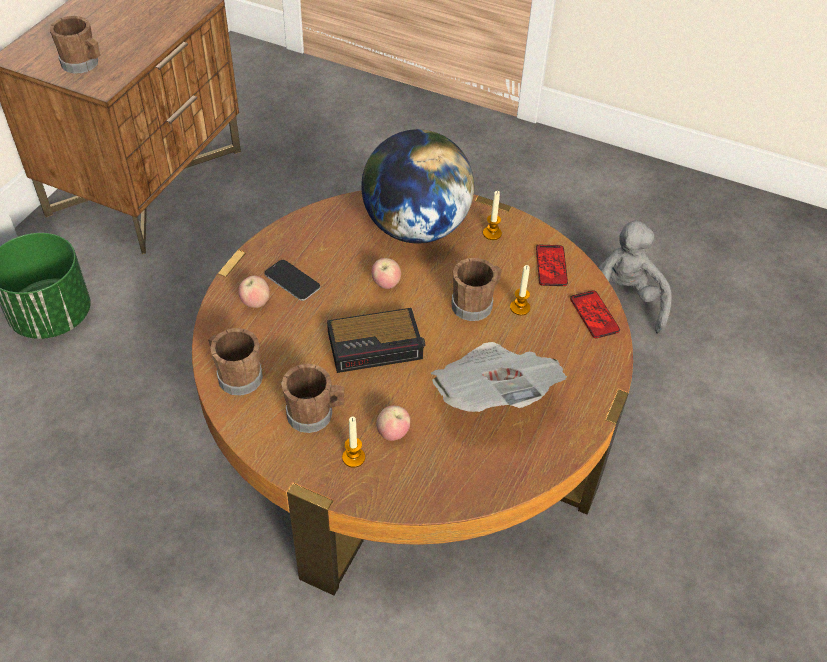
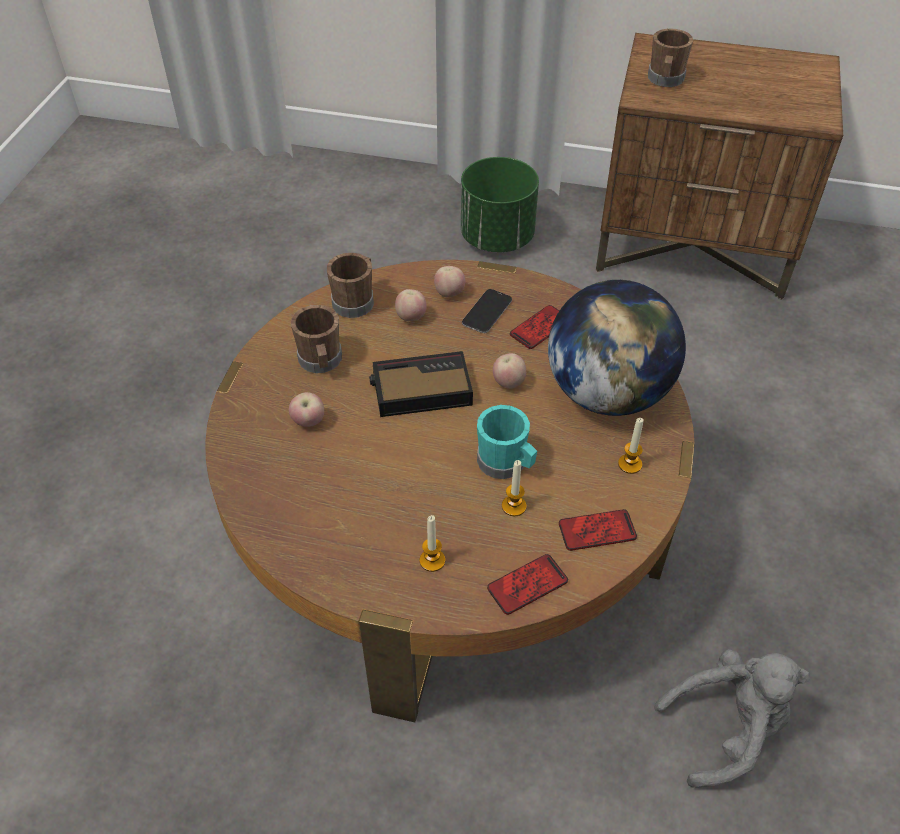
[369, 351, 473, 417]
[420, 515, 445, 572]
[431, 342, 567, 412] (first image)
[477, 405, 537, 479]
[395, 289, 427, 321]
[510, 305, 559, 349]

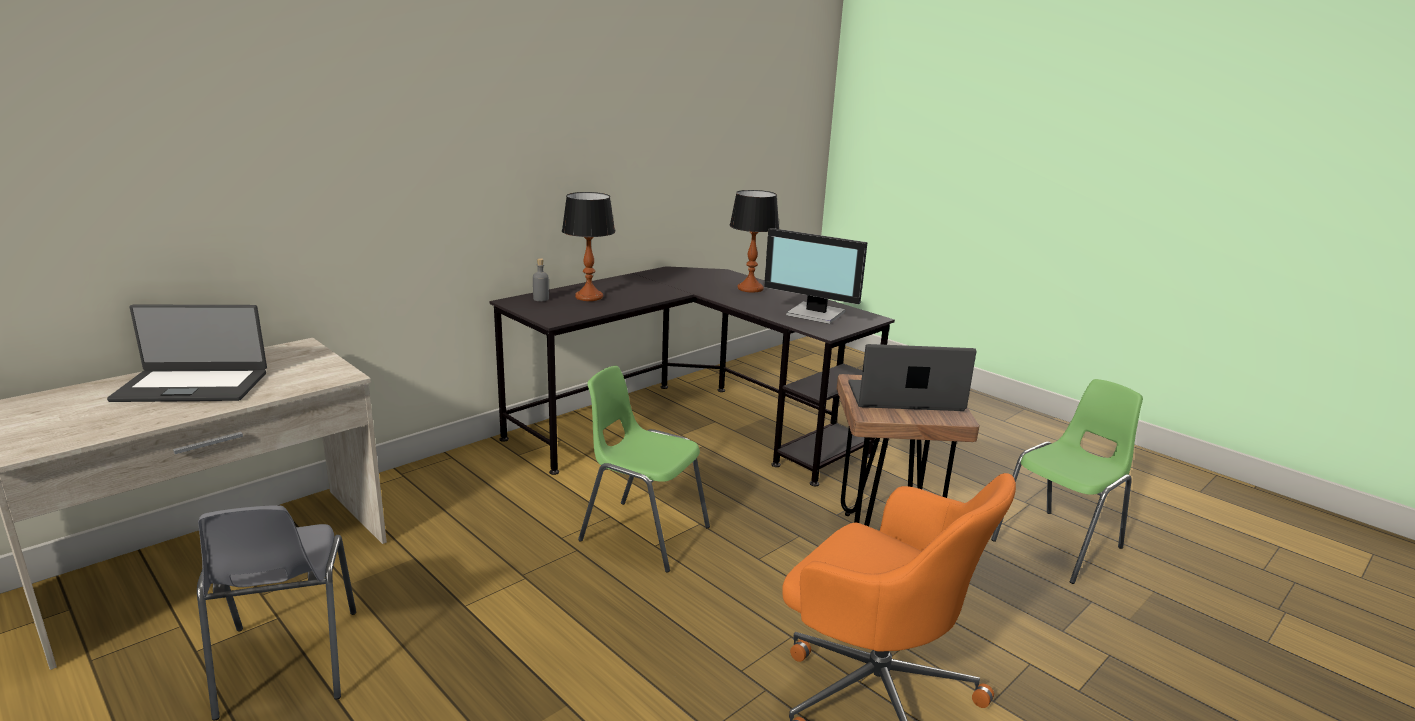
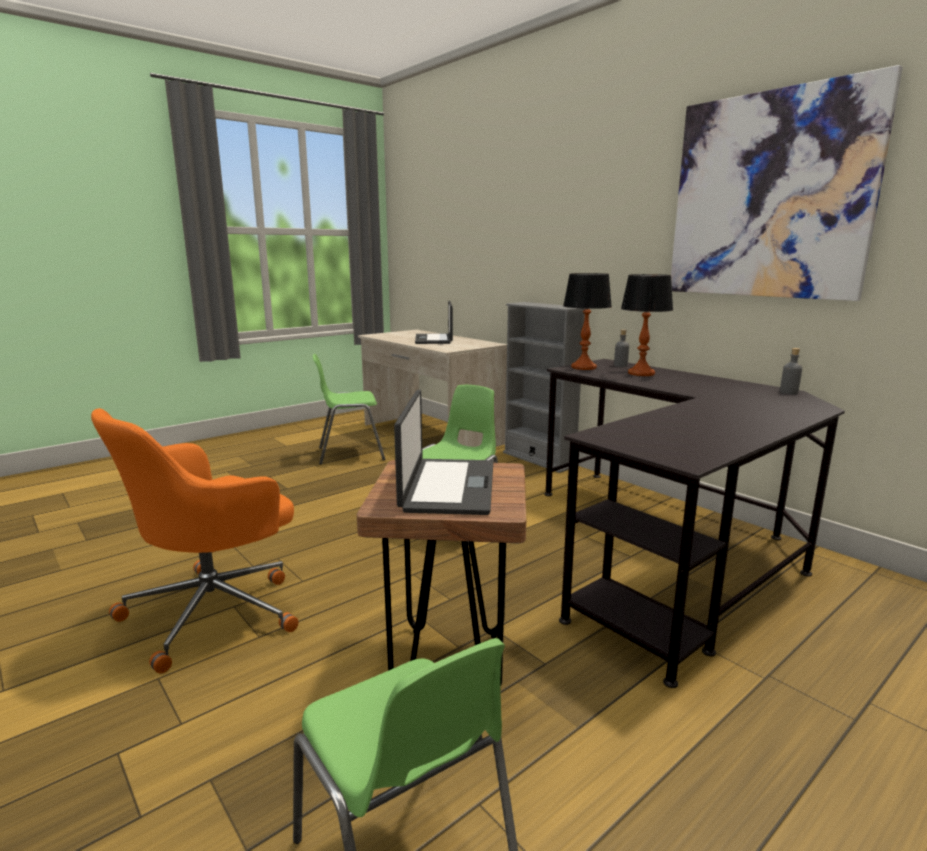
[313, 354, 385, 464]
[563, 273, 612, 370]
[764, 228, 868, 324] (first image)
[503, 302, 585, 473]
[671, 65, 903, 301]
[780, 348, 802, 394]

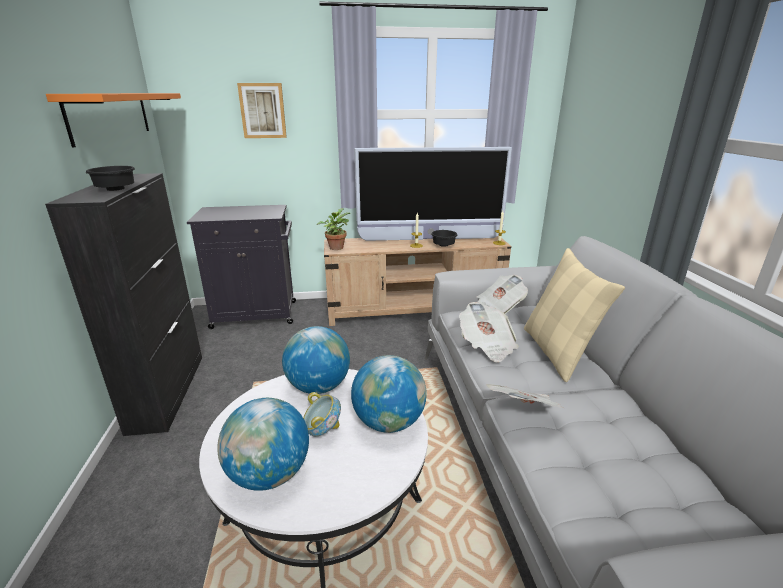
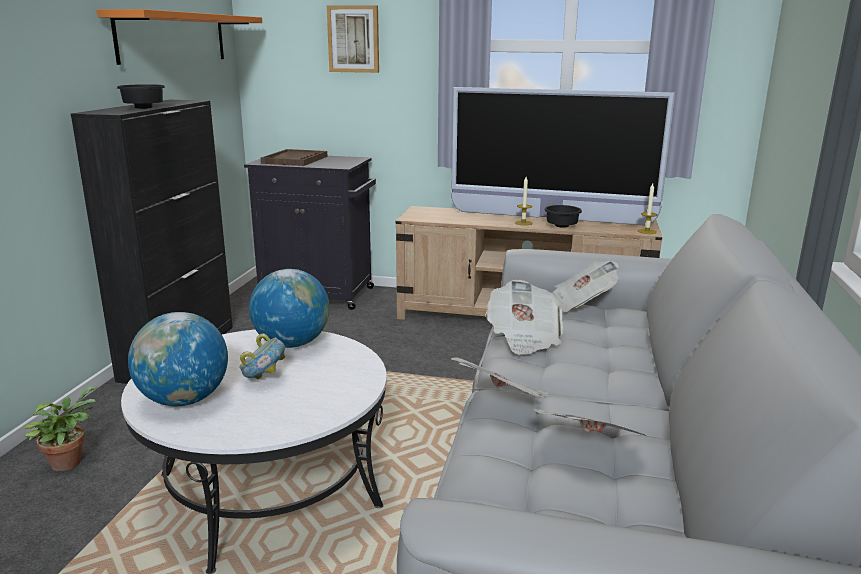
[24, 386, 98, 471]
[351, 355, 427, 433] (first image)
[524, 248, 625, 382] (first image)
[261, 149, 328, 166]
[533, 409, 647, 436]

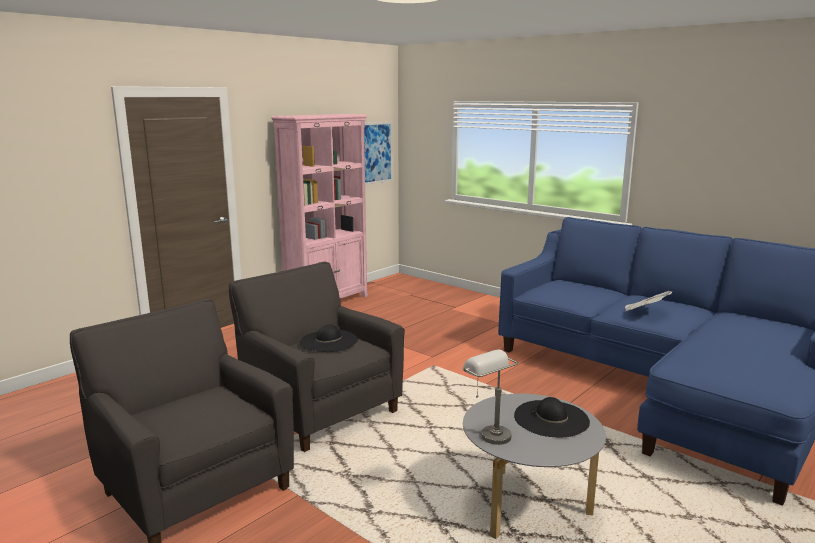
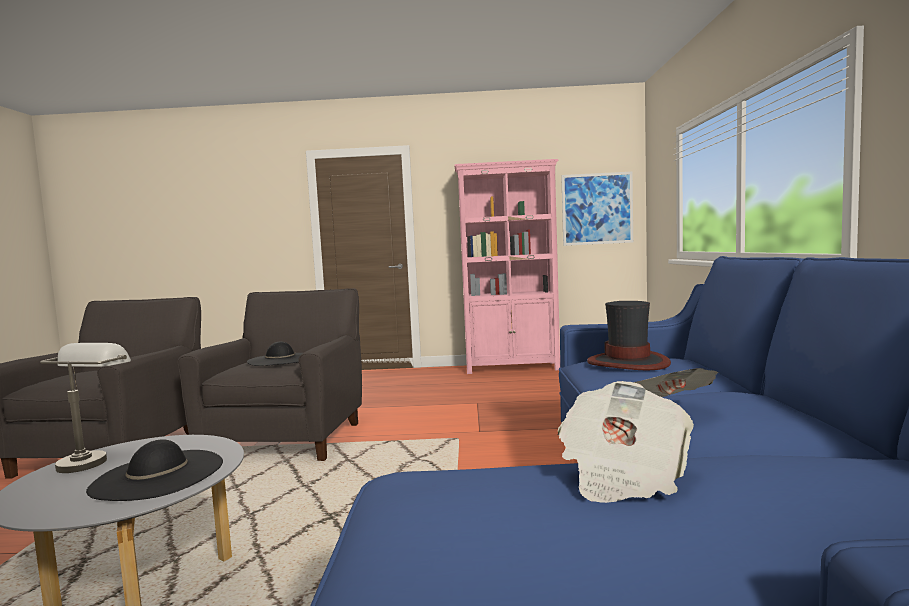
[557, 381, 694, 503]
[587, 301, 671, 370]

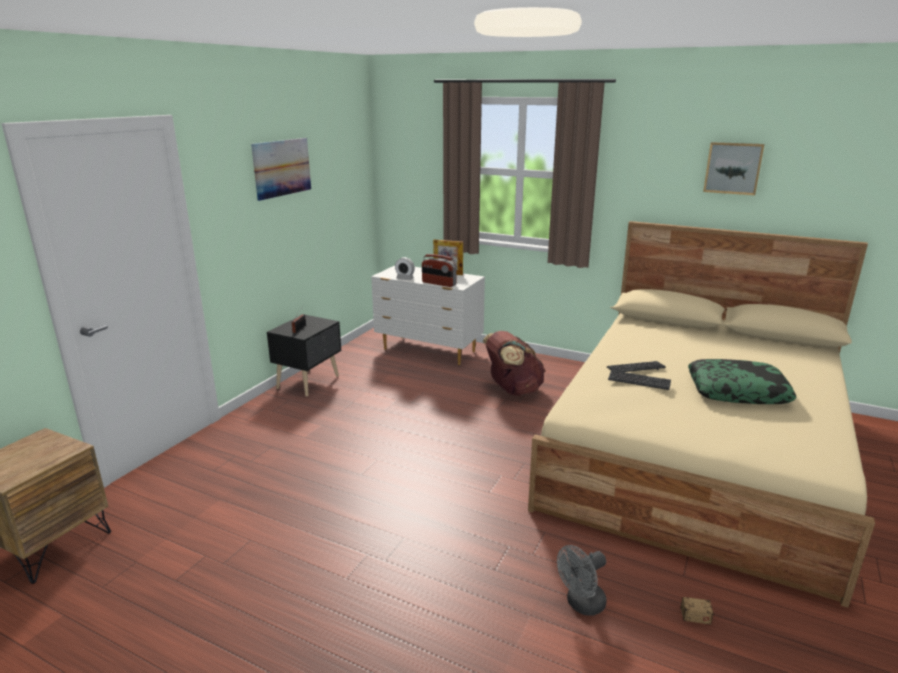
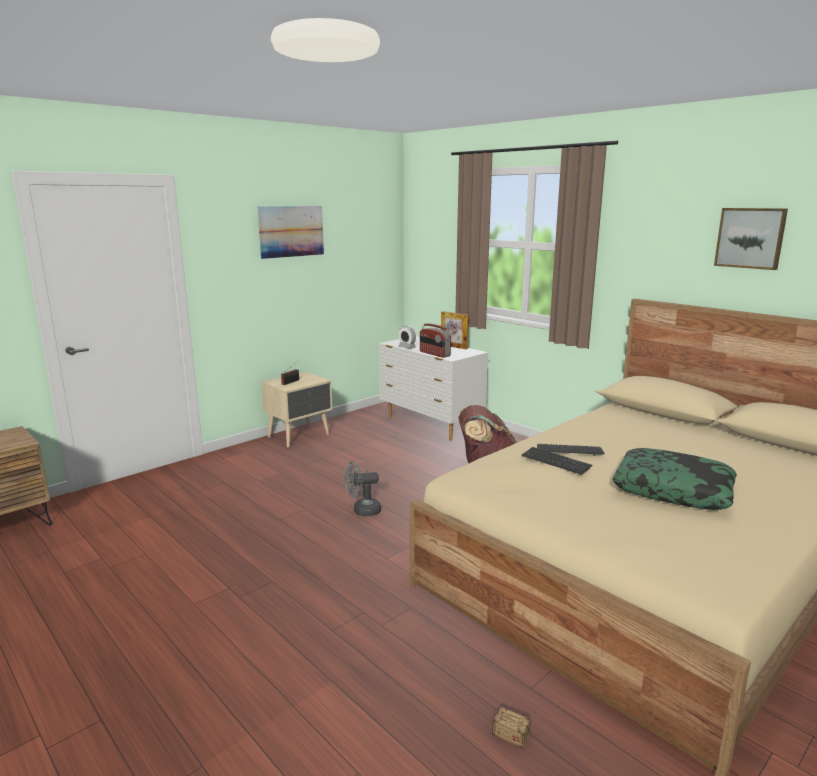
[261, 372, 332, 447]
[344, 461, 381, 516]

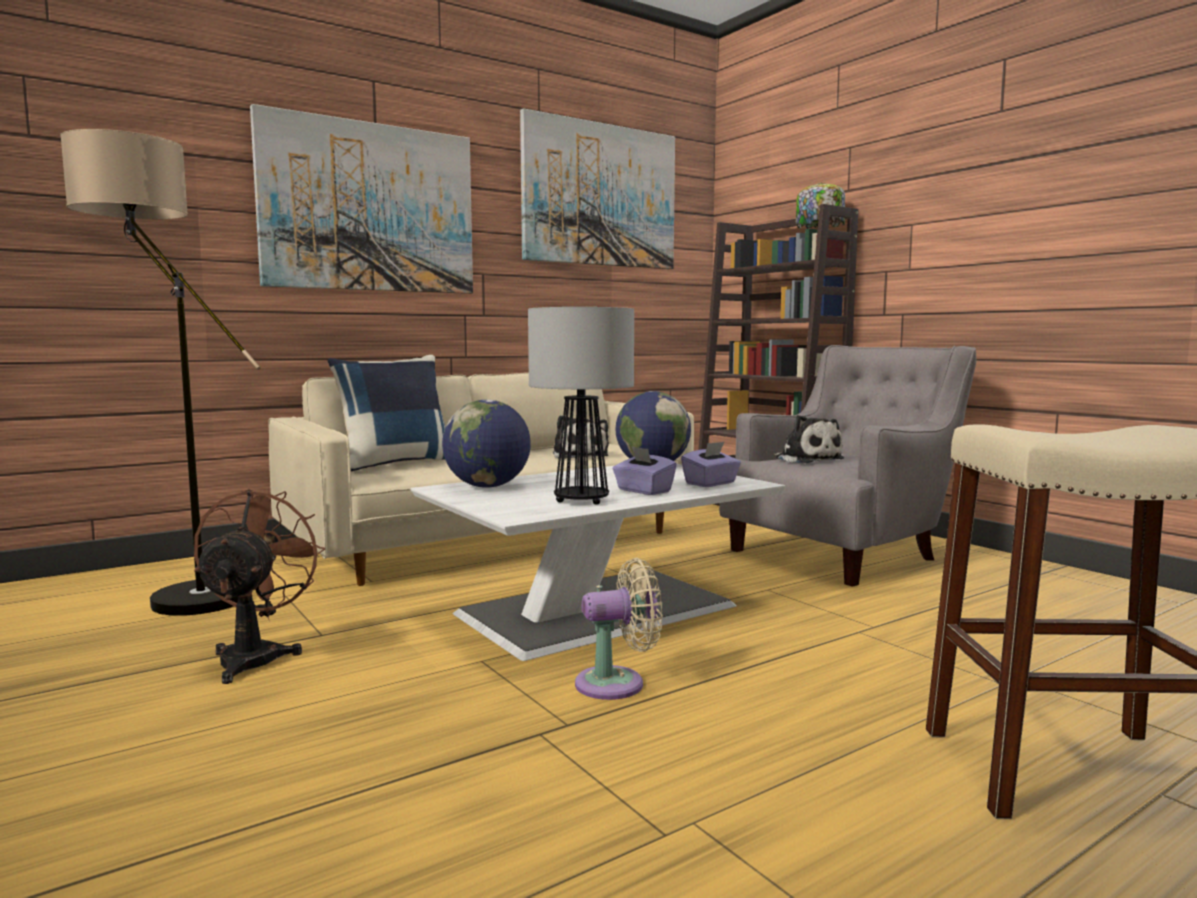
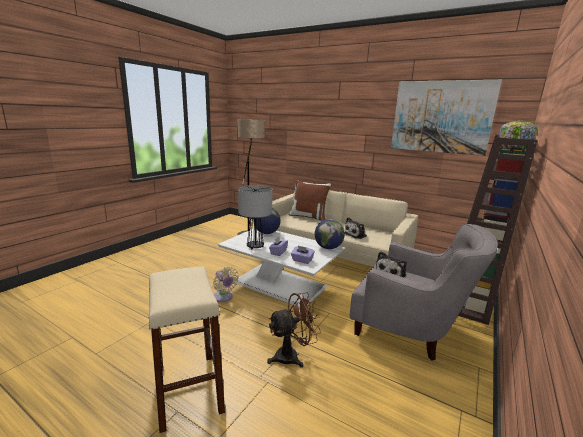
[267, 292, 321, 368]
[250, 104, 473, 294] (first image)
[289, 180, 331, 221]

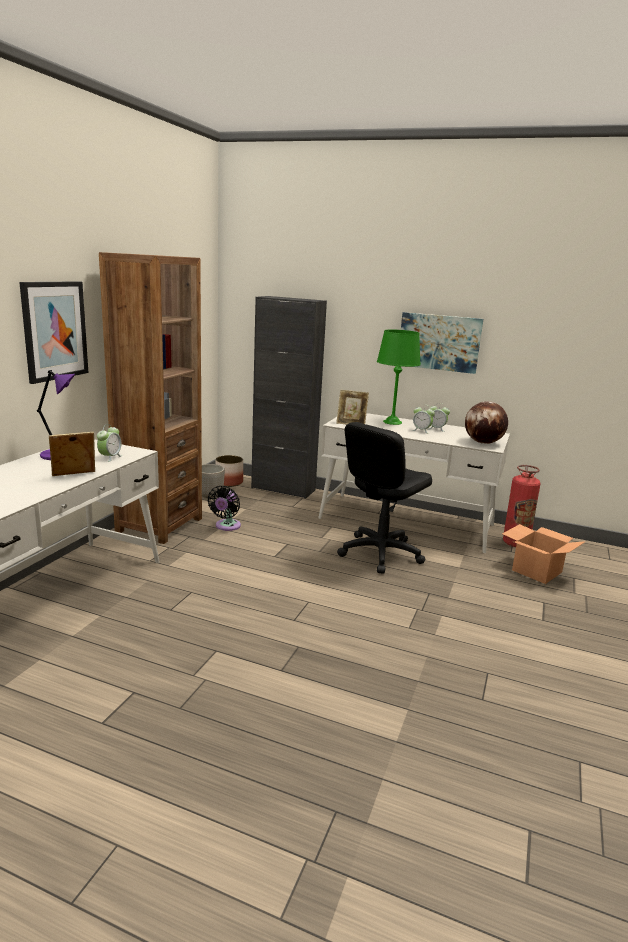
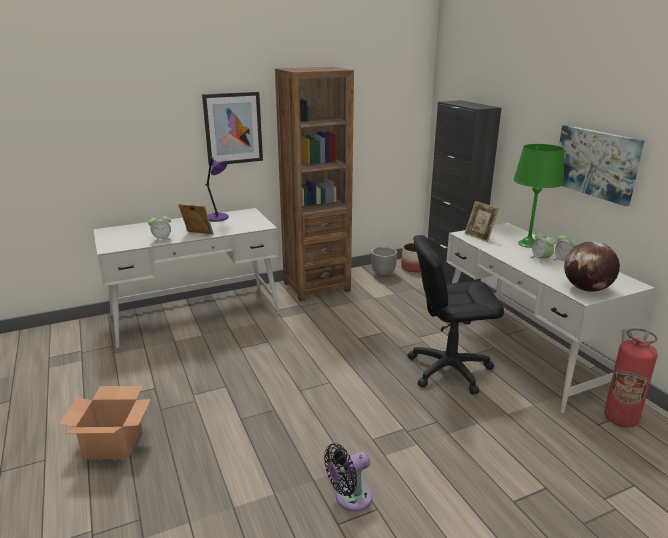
[148, 213, 173, 243]
[324, 443, 373, 512]
[59, 386, 151, 459]

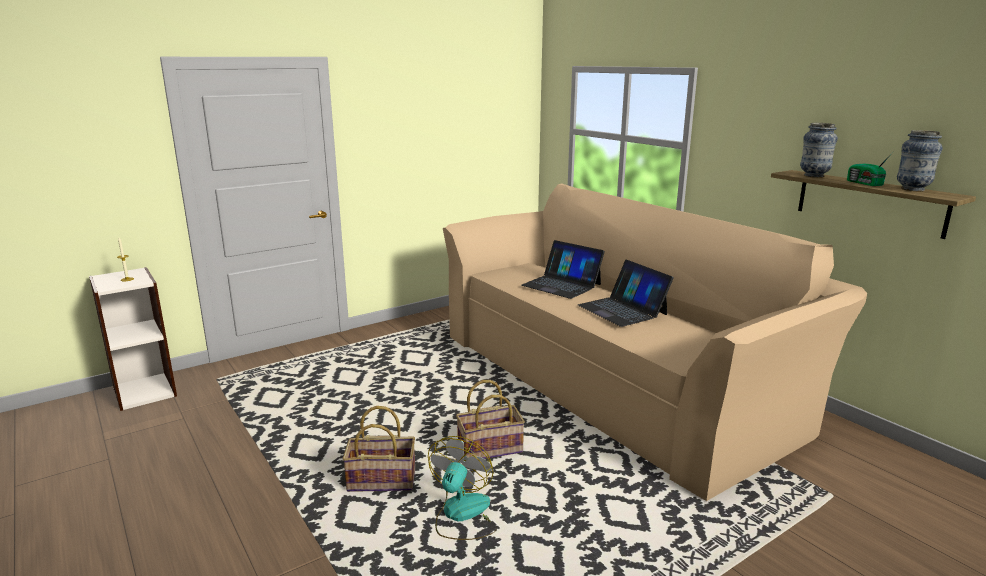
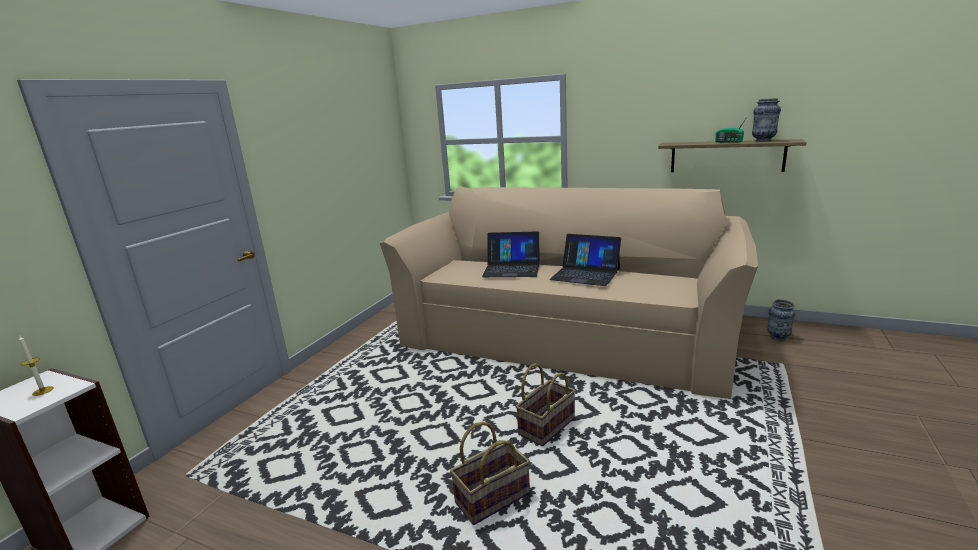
[428, 436, 496, 540] (first image)
[767, 299, 795, 341]

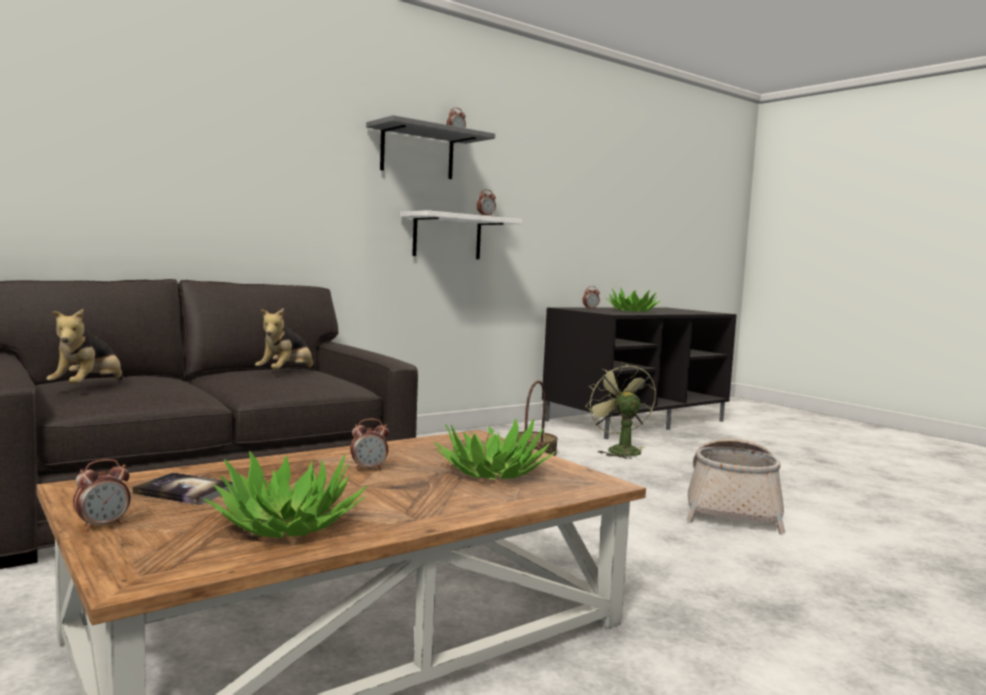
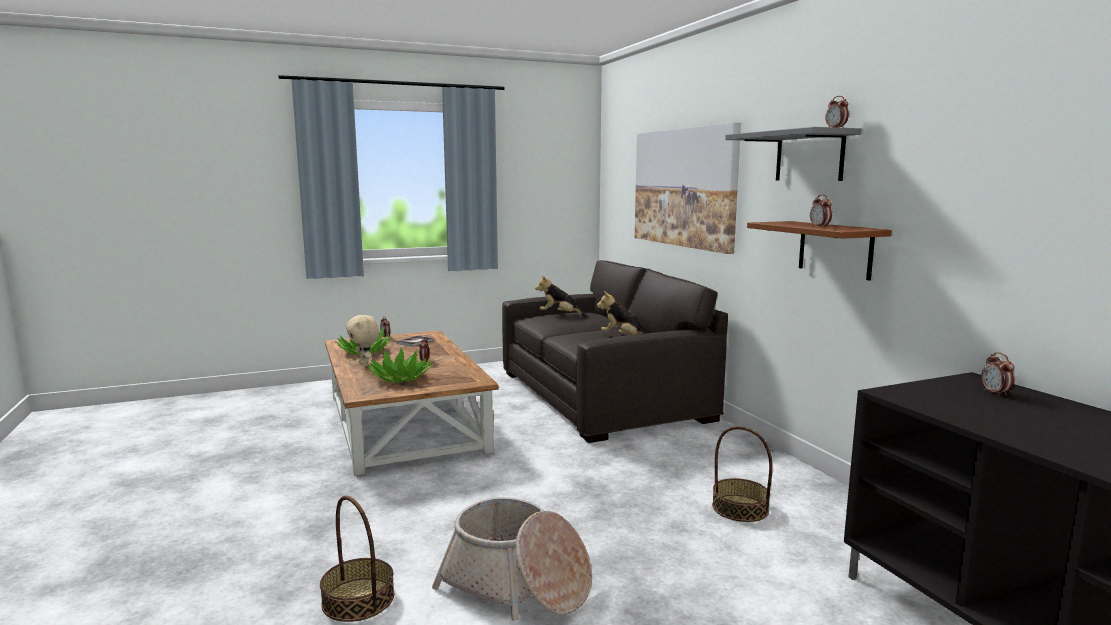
[747, 221, 892, 281]
[585, 362, 656, 459] (first image)
[605, 288, 660, 312] (first image)
[320, 496, 394, 622]
[346, 315, 379, 366]
[635, 123, 741, 254]

